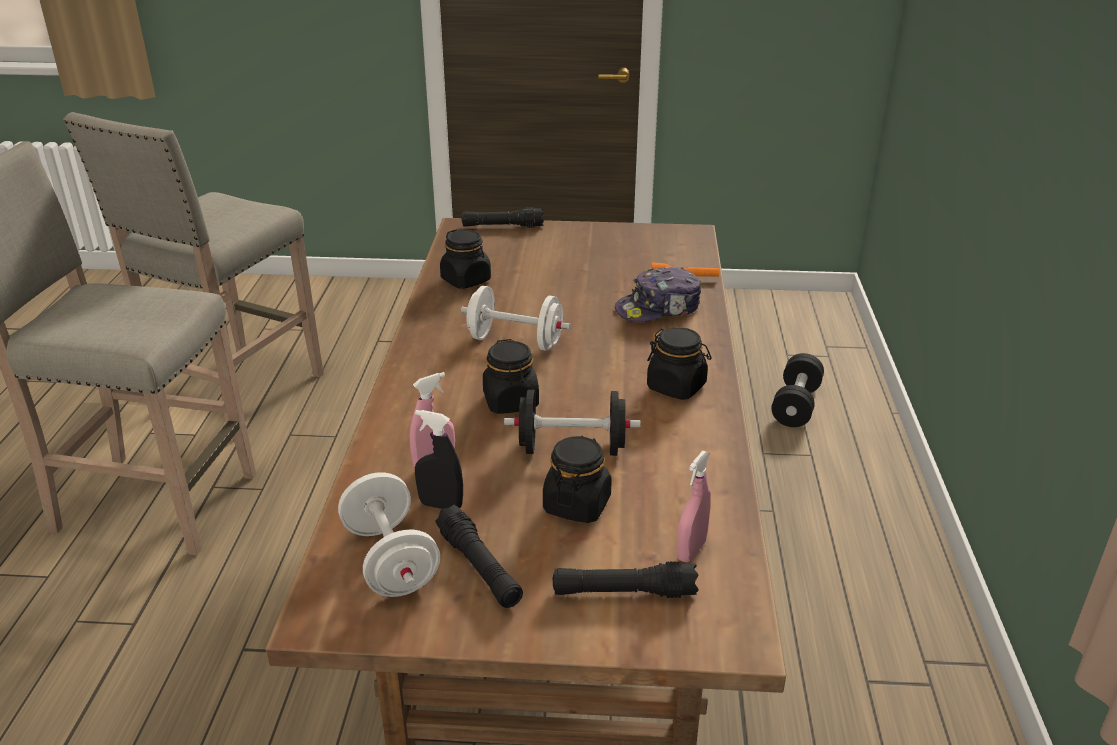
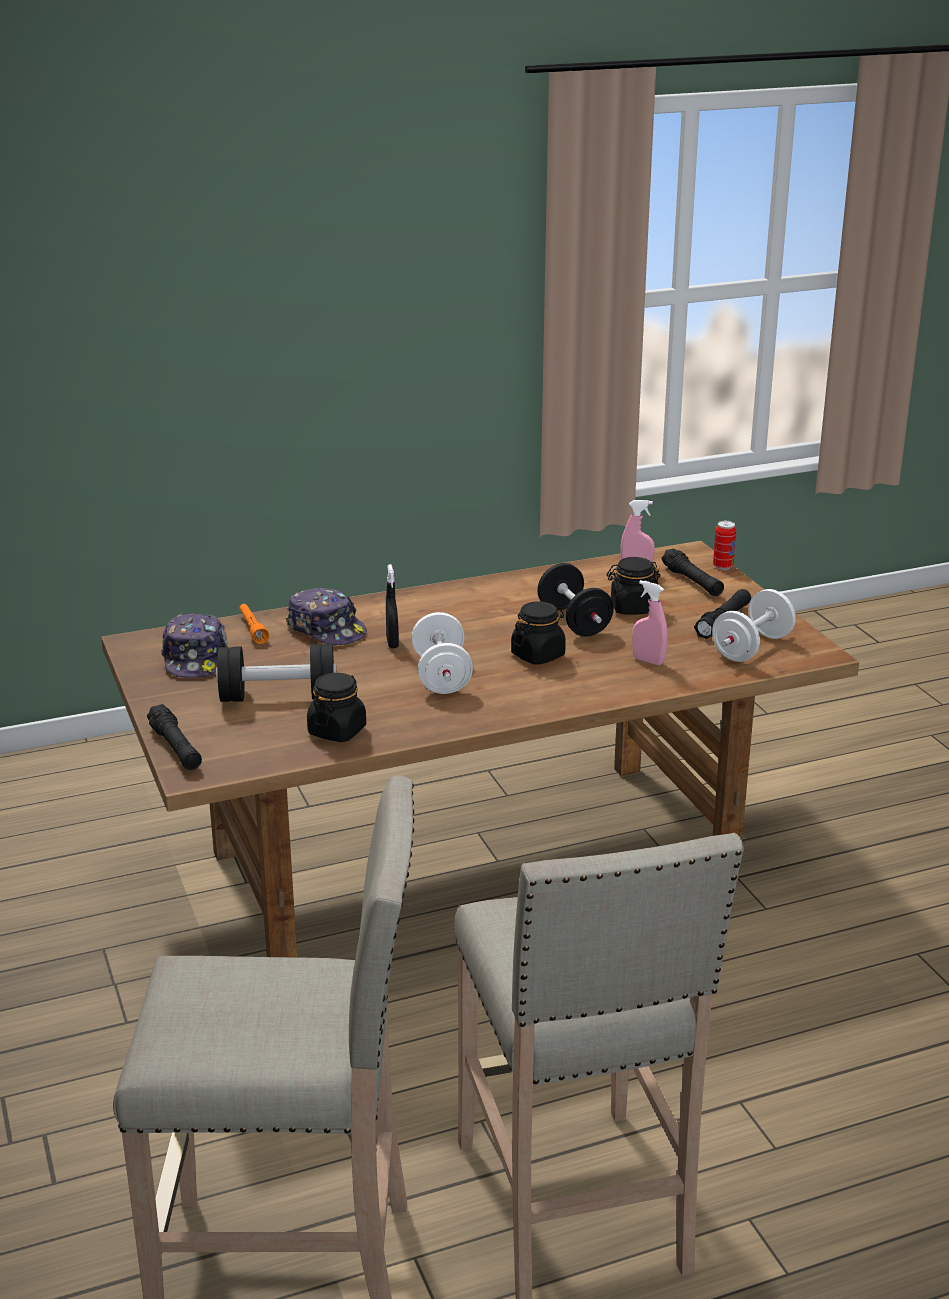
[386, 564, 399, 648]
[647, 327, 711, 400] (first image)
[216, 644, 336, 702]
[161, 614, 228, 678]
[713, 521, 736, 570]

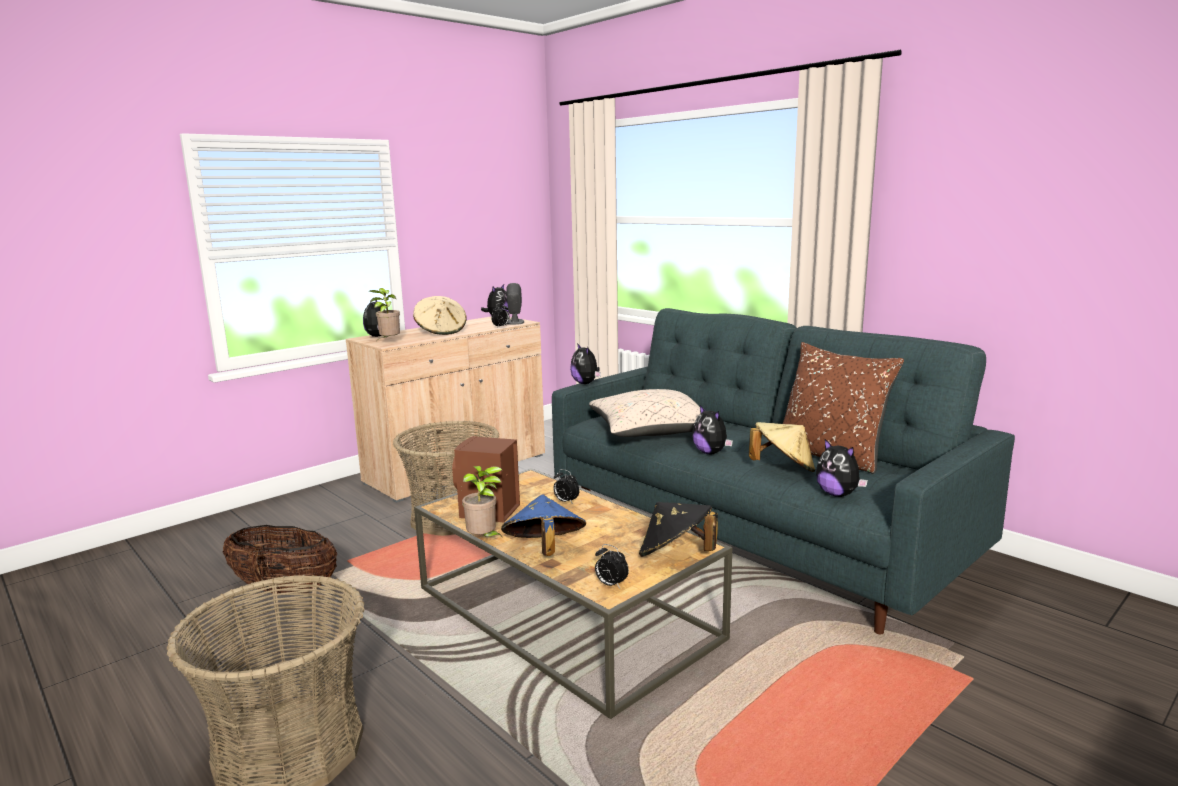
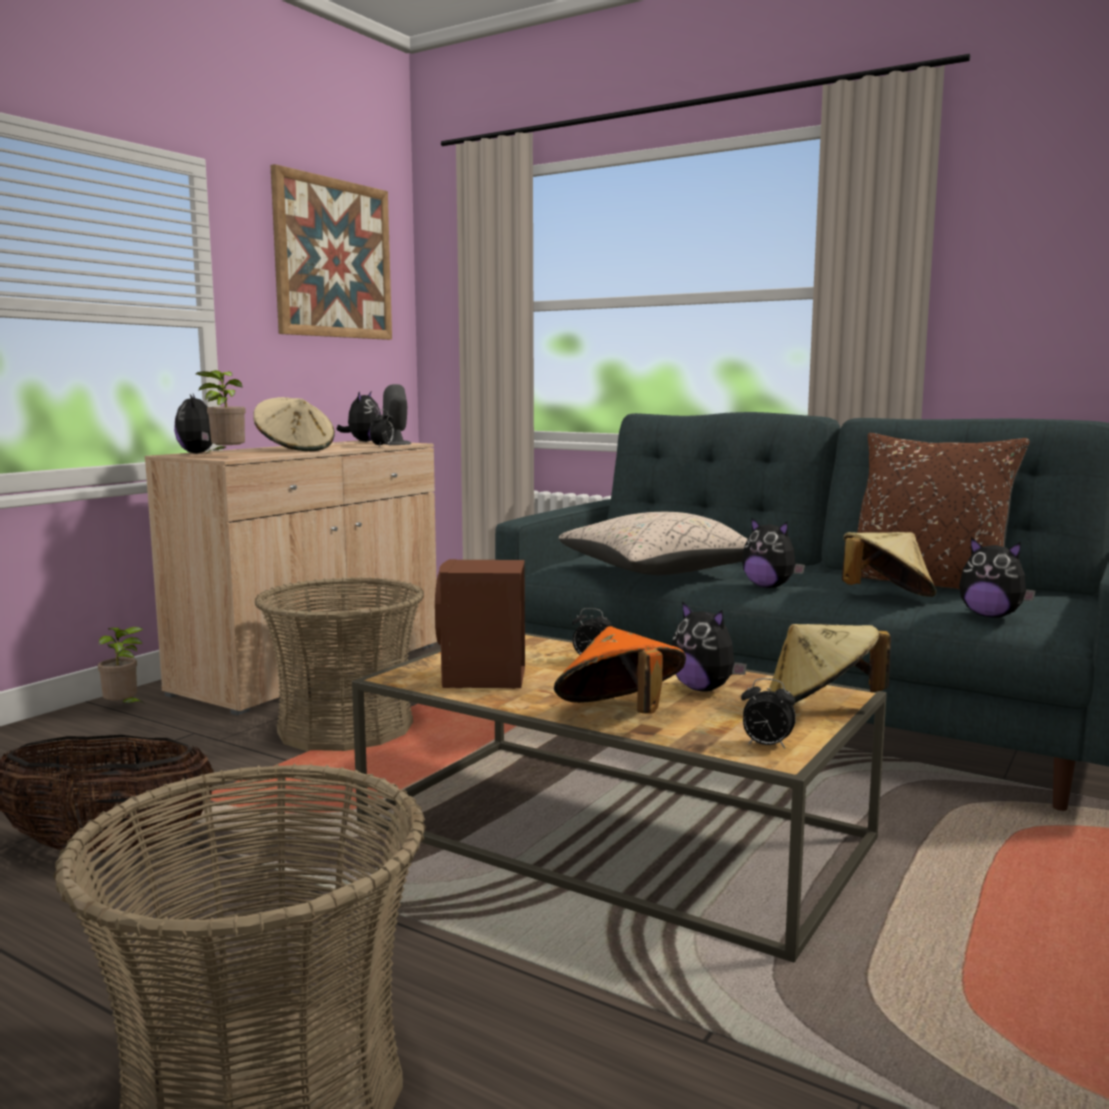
[98, 627, 145, 704]
[554, 626, 686, 714]
[672, 601, 747, 691]
[768, 624, 891, 703]
[270, 164, 392, 340]

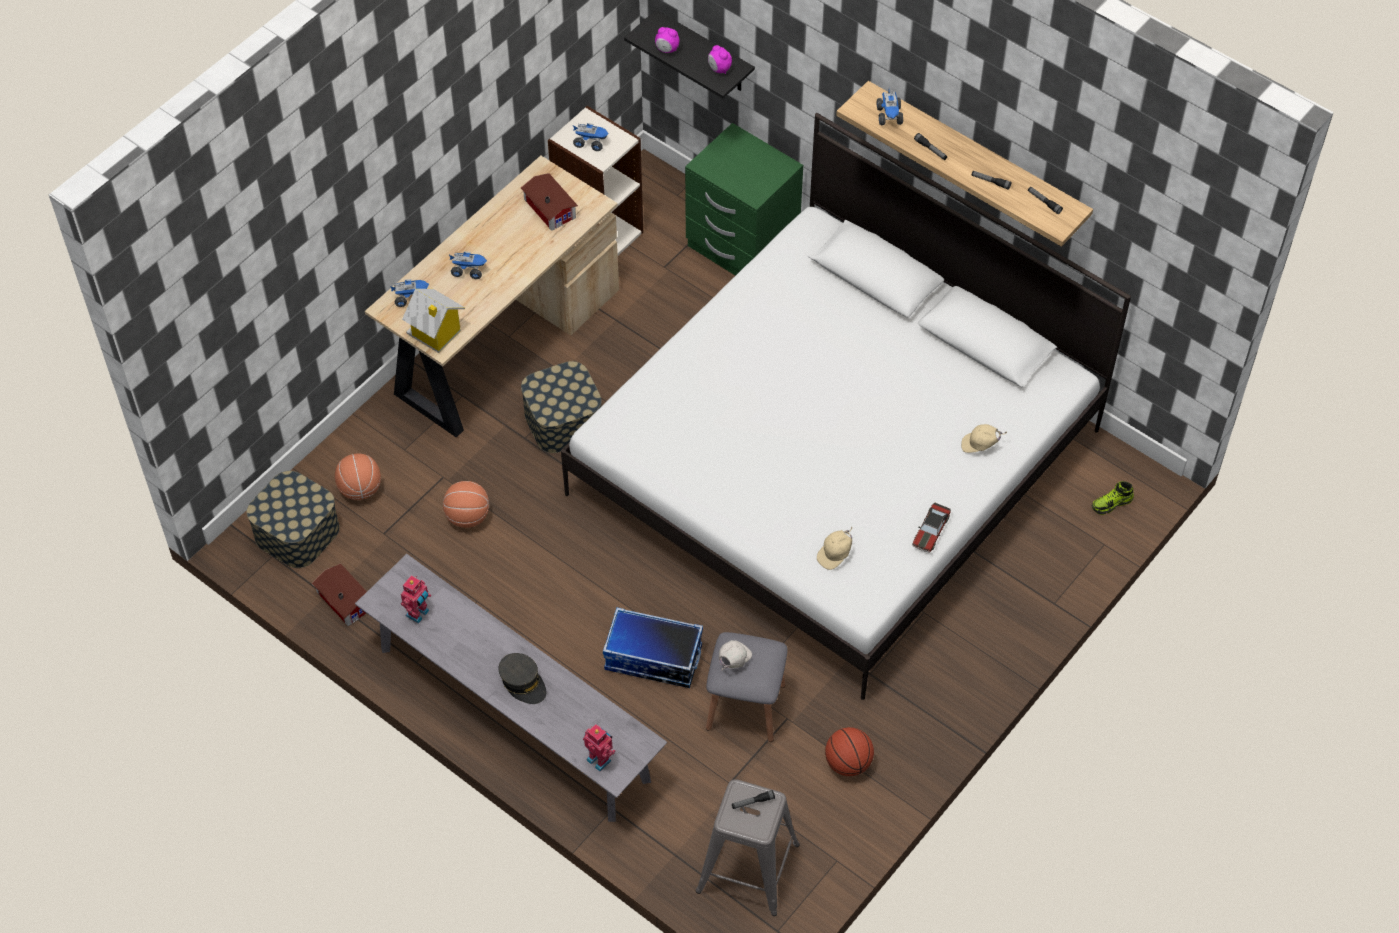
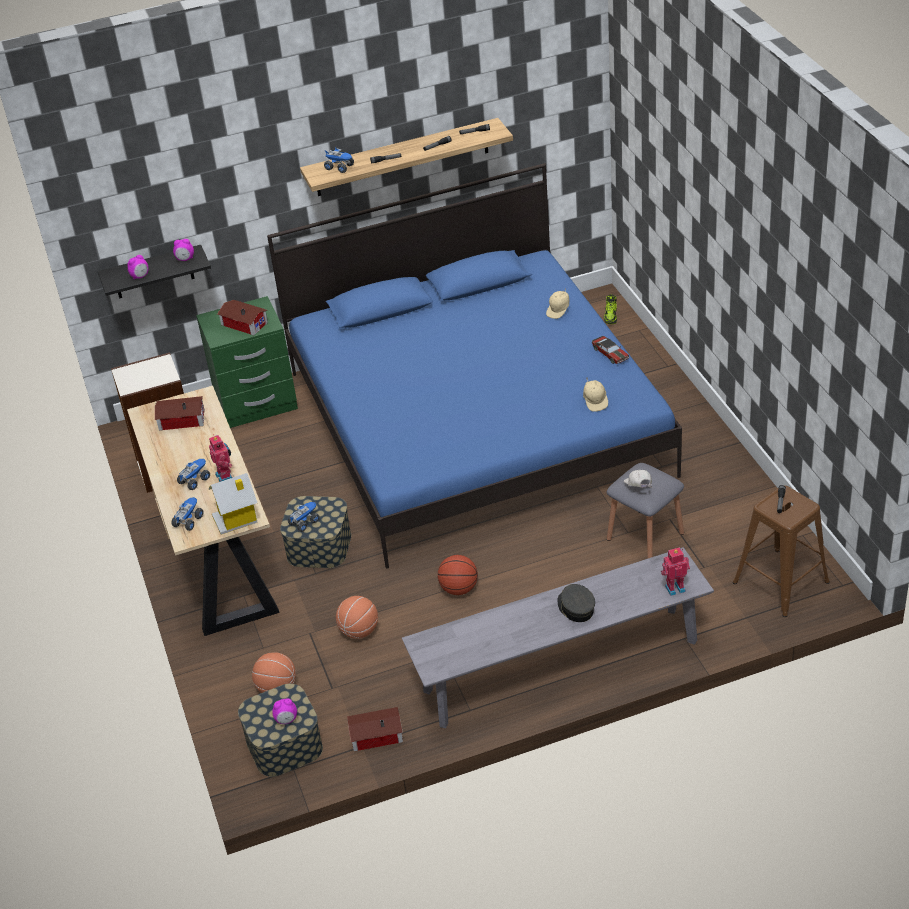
[209, 435, 233, 482]
[557, 584, 595, 622]
[267, 163, 682, 569]
[288, 502, 320, 532]
[603, 607, 703, 688] (first image)
[733, 485, 830, 617]
[438, 555, 478, 595]
[217, 300, 268, 335]
[272, 698, 297, 724]

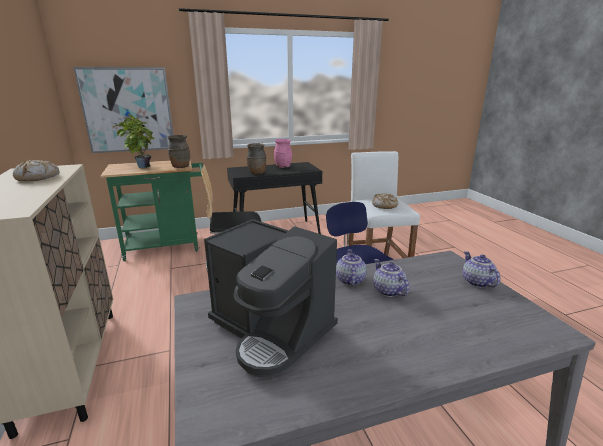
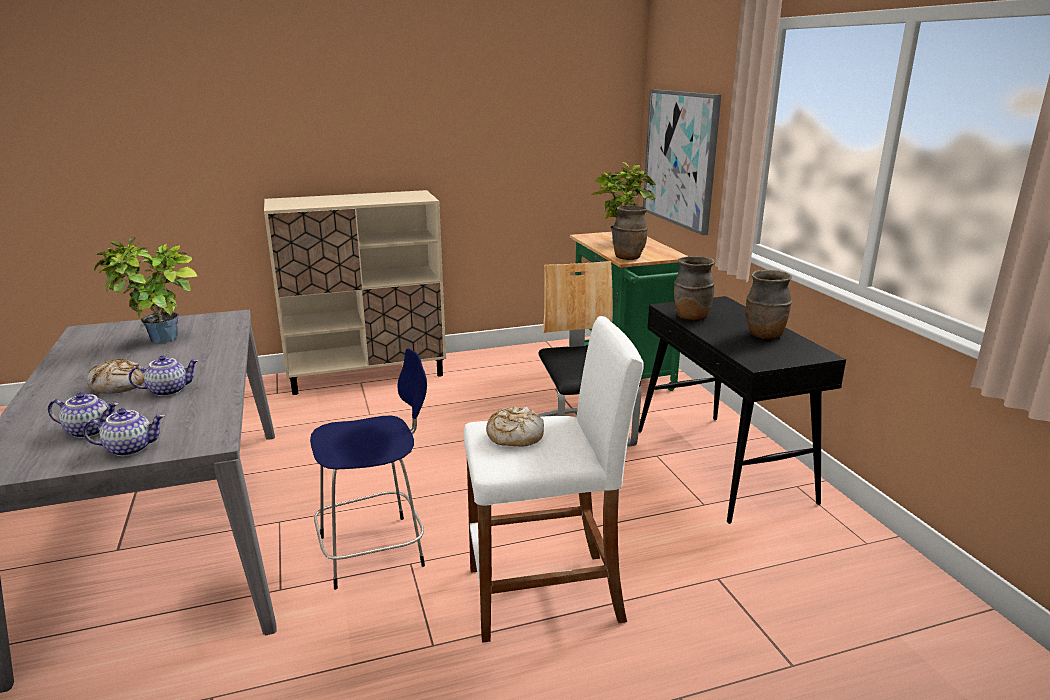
[87, 359, 144, 393]
[94, 237, 197, 344]
[745, 270, 792, 339]
[48, 392, 119, 438]

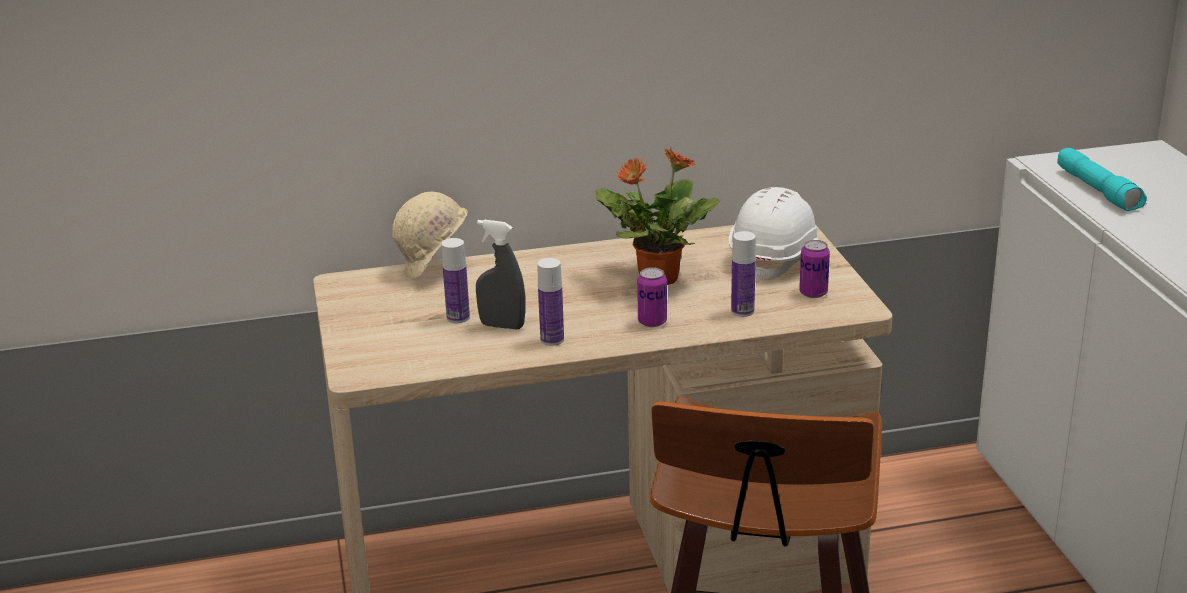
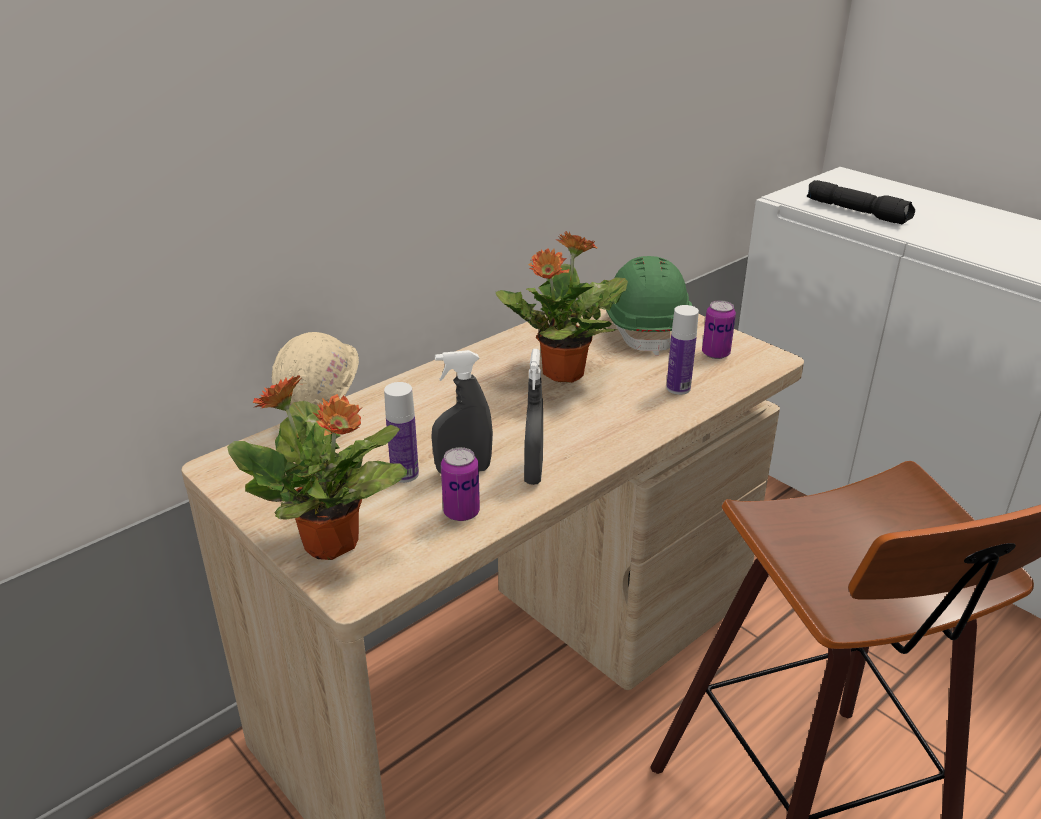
[524, 349, 543, 485]
[441, 447, 480, 521]
[606, 256, 692, 356]
[807, 180, 915, 224]
[227, 375, 407, 560]

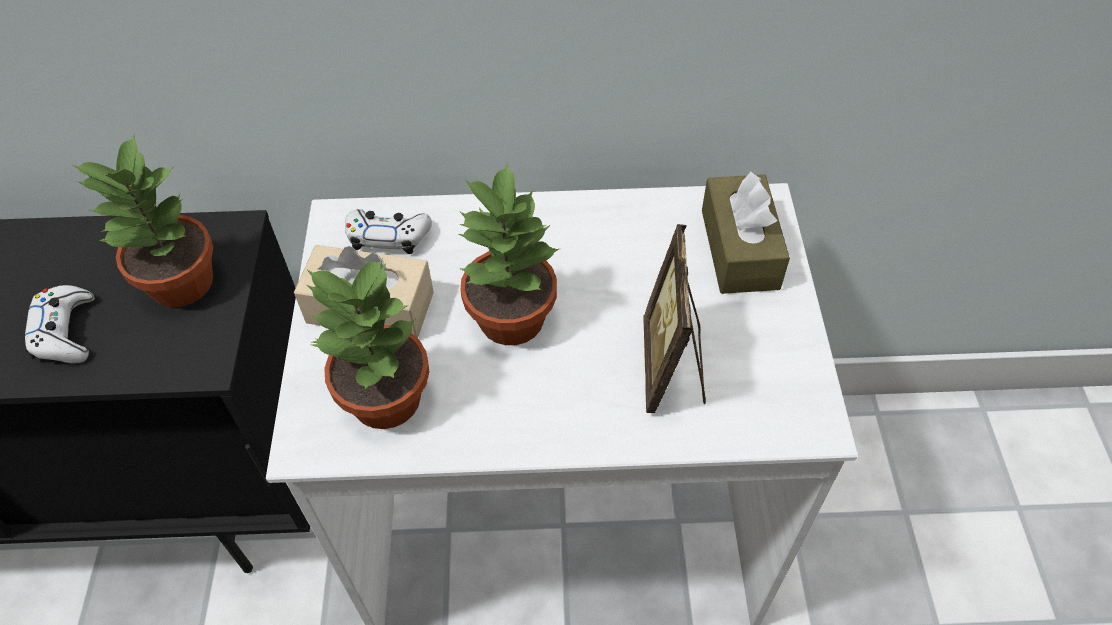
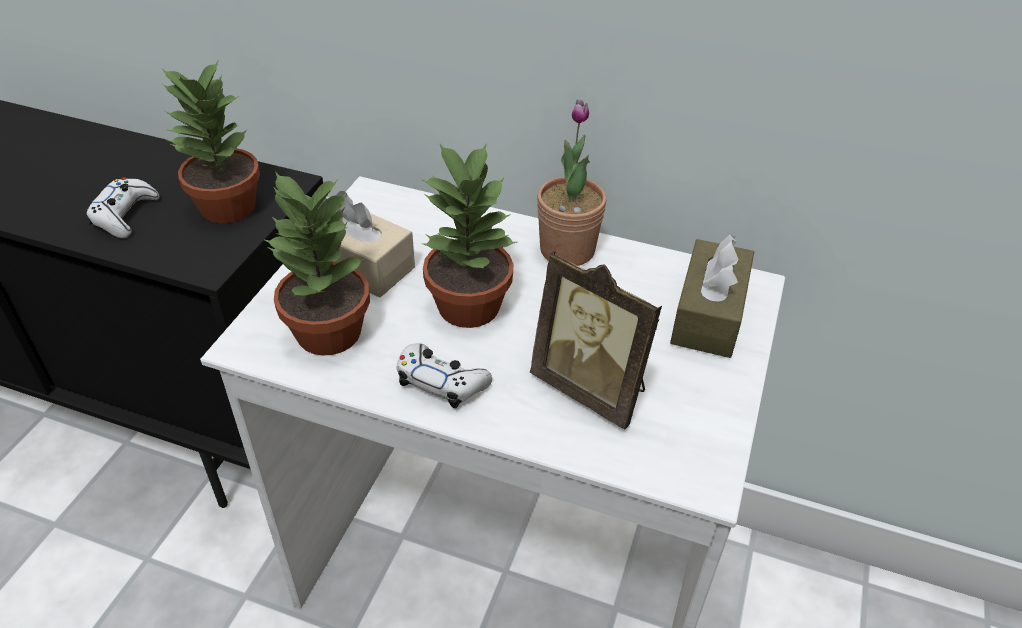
[396, 343, 492, 408]
[530, 251, 662, 429]
[537, 100, 607, 266]

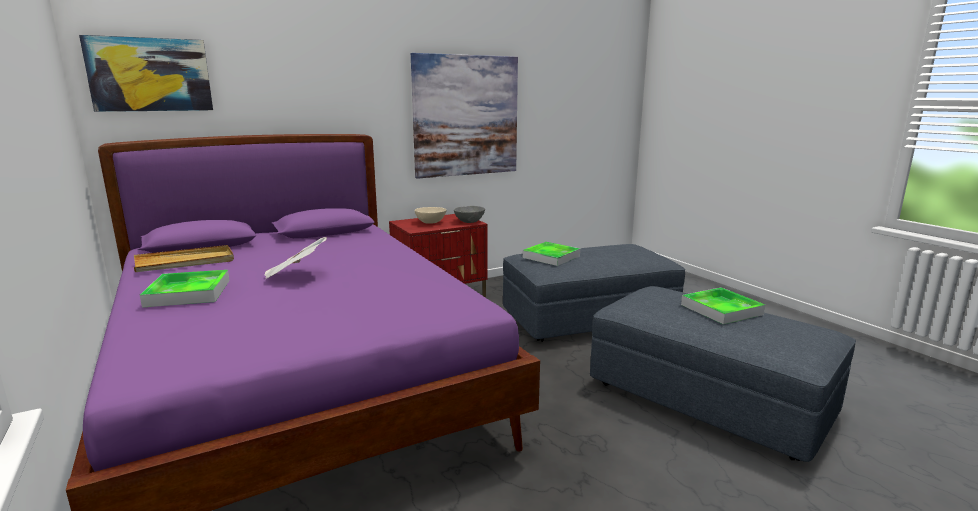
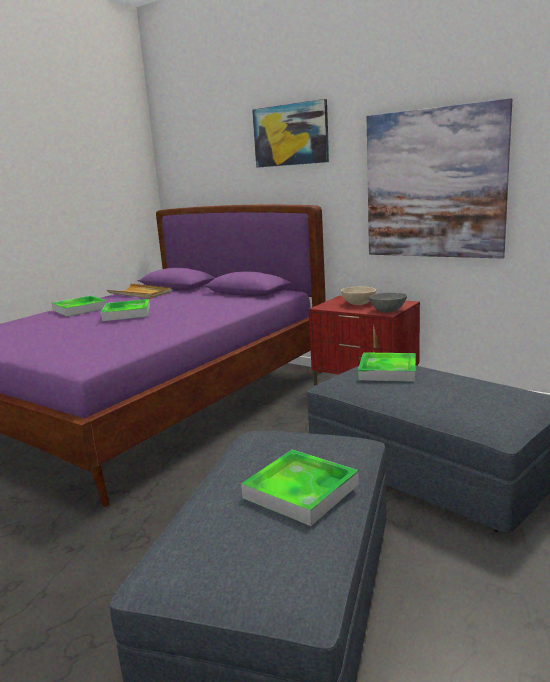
[252, 99, 329, 168]
[101, 299, 150, 321]

